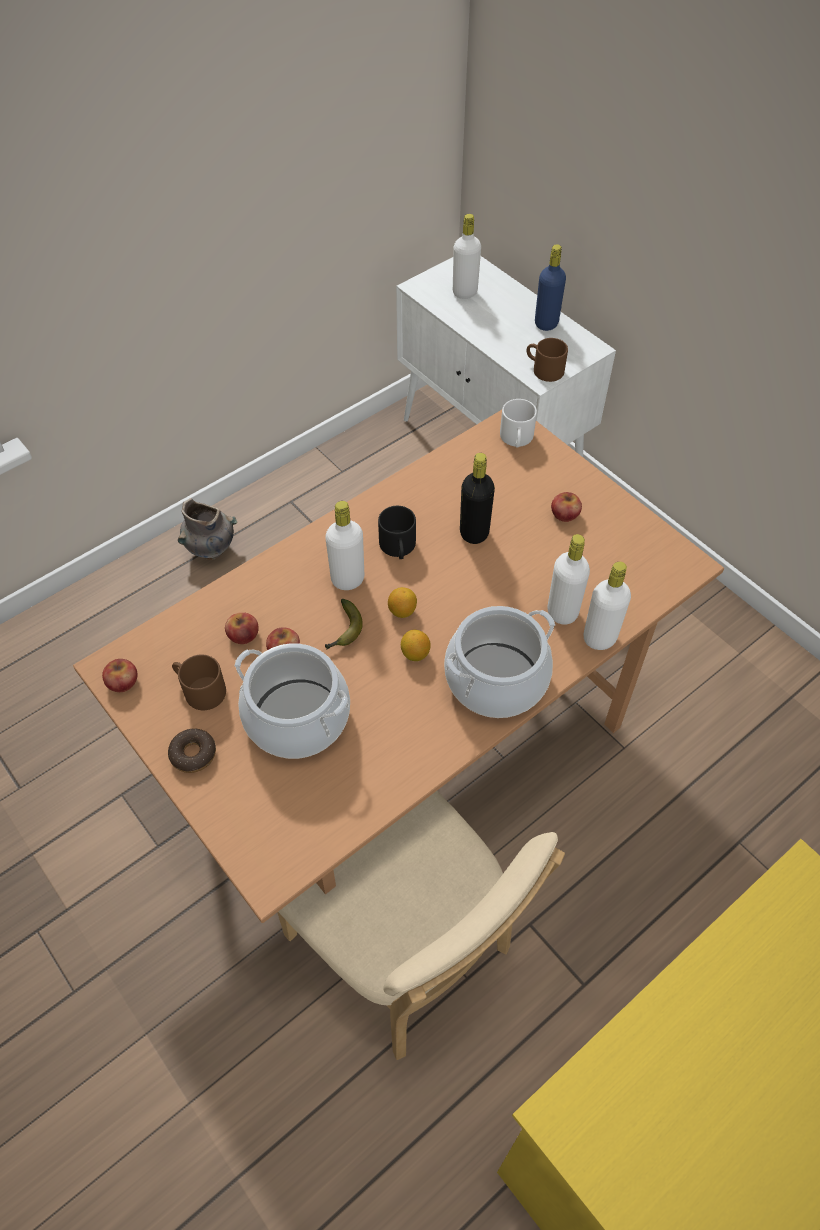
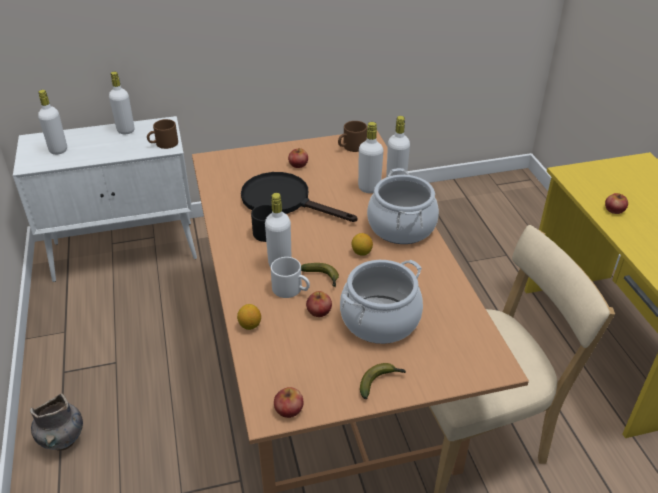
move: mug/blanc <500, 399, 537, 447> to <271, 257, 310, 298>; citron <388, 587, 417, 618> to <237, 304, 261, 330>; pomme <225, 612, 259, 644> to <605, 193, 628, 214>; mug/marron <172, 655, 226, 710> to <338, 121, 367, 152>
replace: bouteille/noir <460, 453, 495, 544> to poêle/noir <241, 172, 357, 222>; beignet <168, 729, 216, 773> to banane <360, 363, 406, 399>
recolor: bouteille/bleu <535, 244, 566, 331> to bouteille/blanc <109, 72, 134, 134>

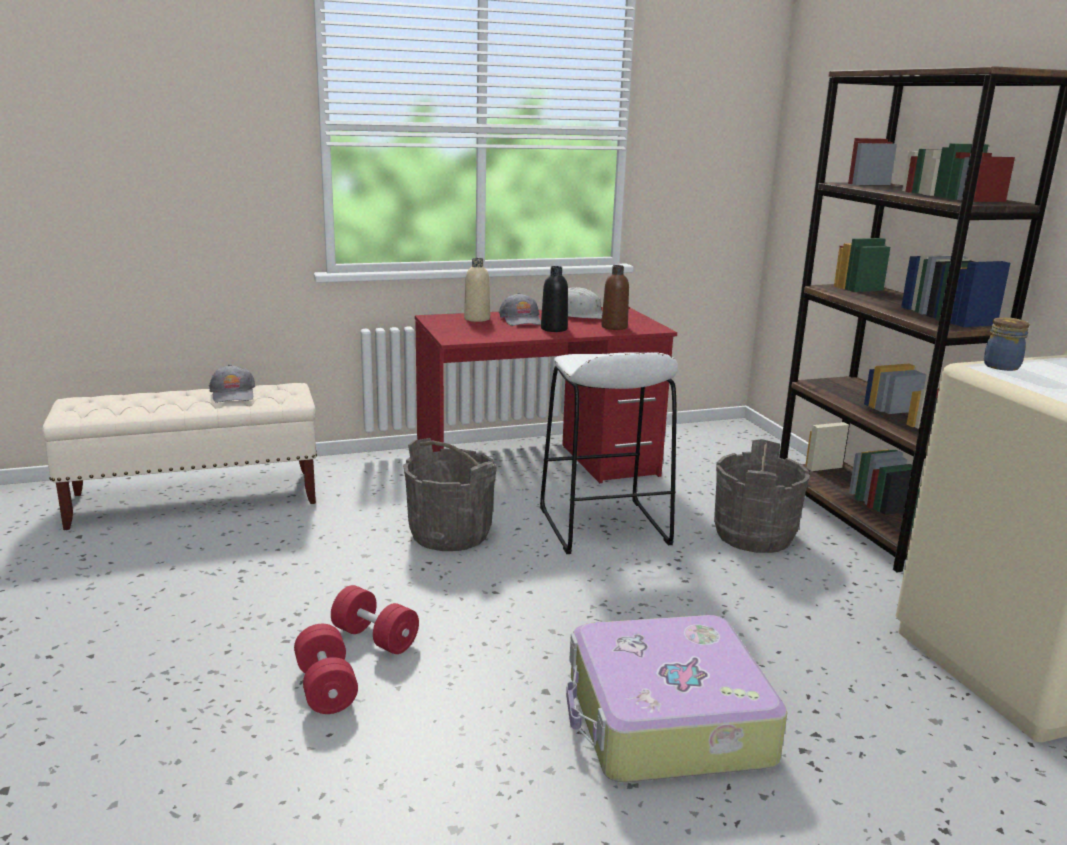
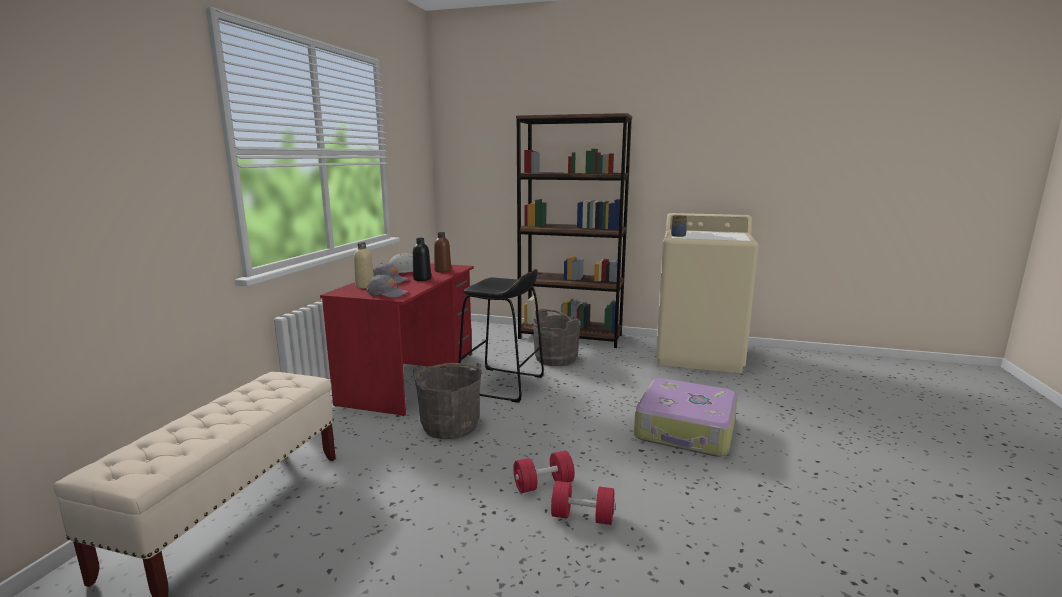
move: casquette/gris <209, 365, 255, 403> to <366, 274, 409, 298>
recolor: tabouret/blanc <540, 352, 678, 554> to tabouret/noir <458, 269, 544, 403>

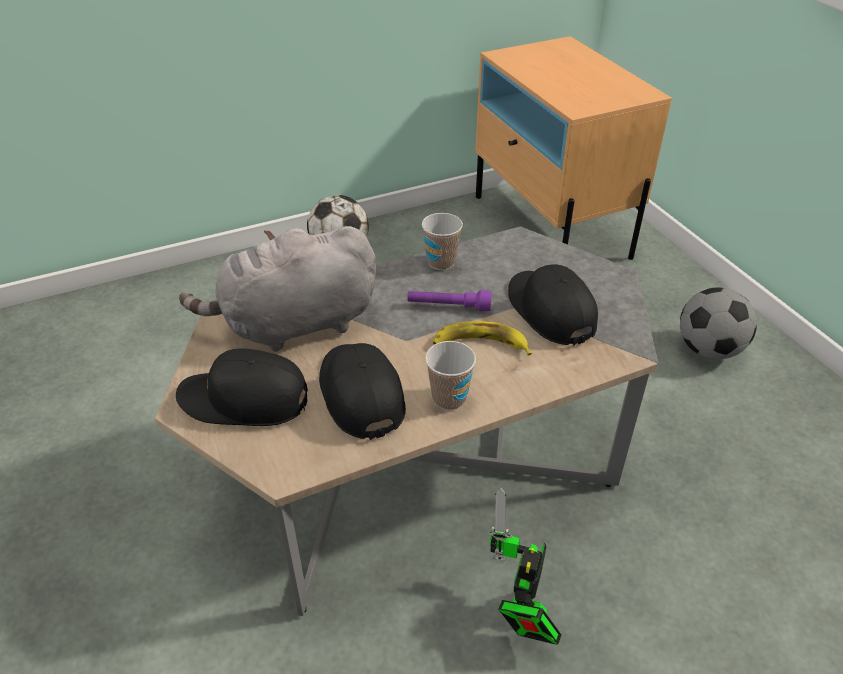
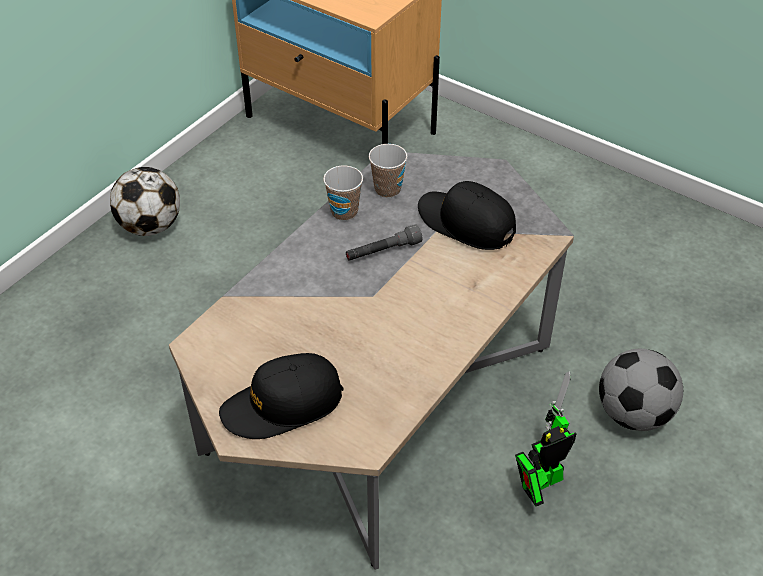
delete: peluche/gris <179, 226, 376, 352>; banane <433, 321, 532, 355>; casquette/noir <319, 343, 406, 440>
move: ballon de foot <680, 287, 757, 359> to <599, 349, 683, 431>; tasse <425, 341, 476, 410> to <369, 144, 407, 198>
recolor: lampe de poche/violet <407, 290, 492, 311> to lampe de poche/gris <346, 225, 422, 261>
rotate: robot jouet <488, 488, 561, 645> = <515, 371, 577, 506> 75 degrees clockwise

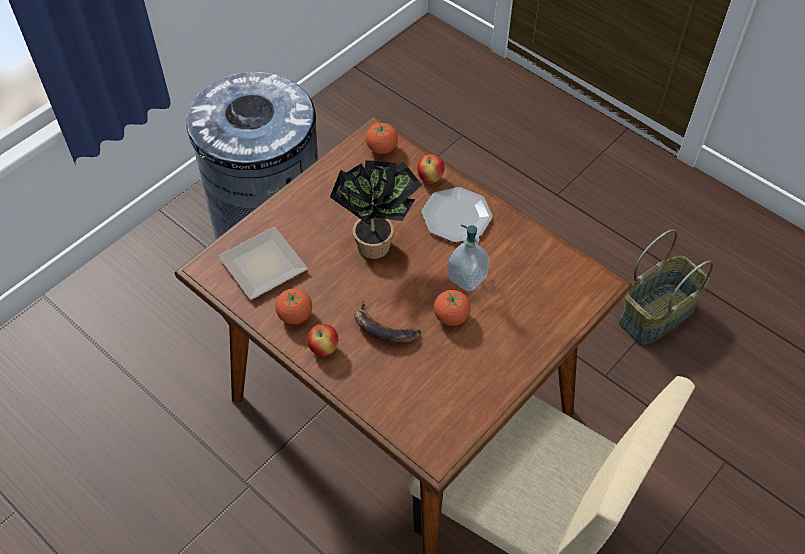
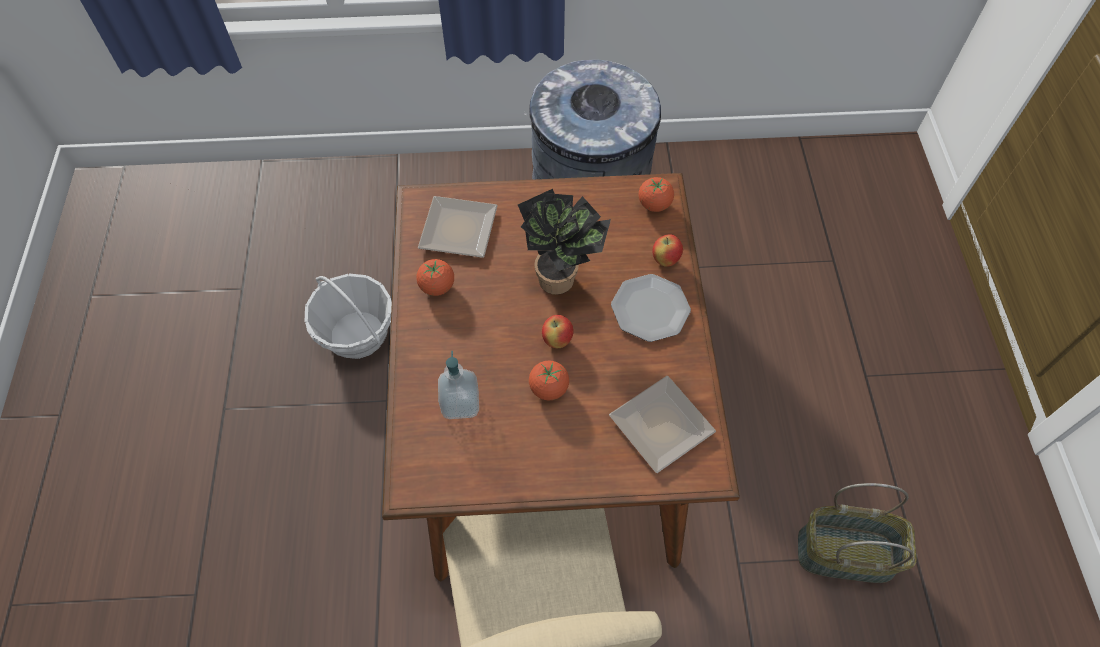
delete: banane <355, 301, 421, 343>
insert: panier <304, 274, 392, 359>; assiette <609, 376, 716, 473>
move: distributeur de savon <447, 224, 490, 292> to <438, 351, 479, 419>; pomme <307, 324, 338, 356> to <542, 315, 574, 348>

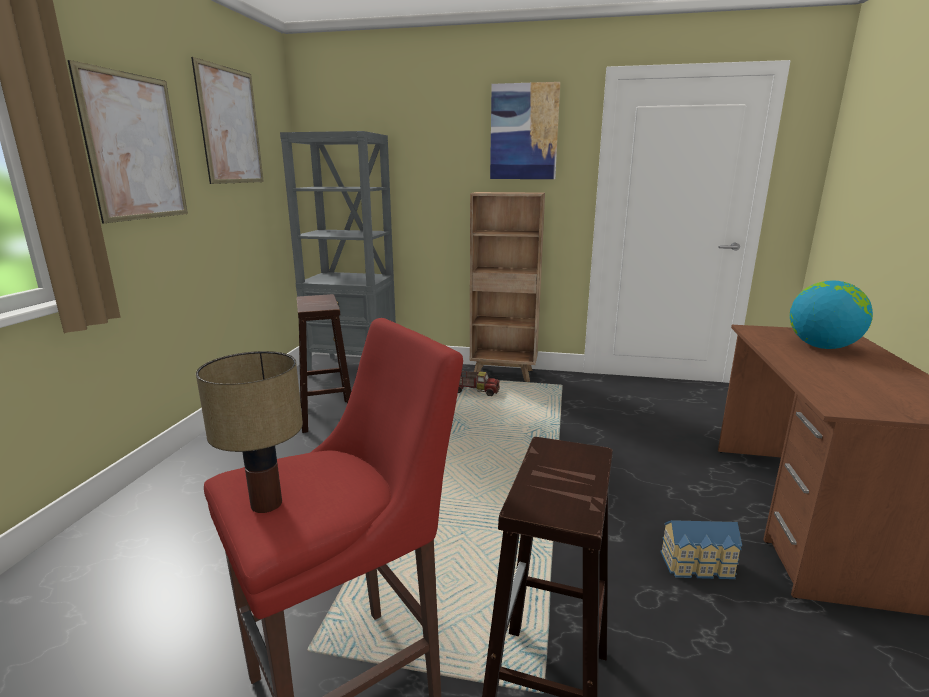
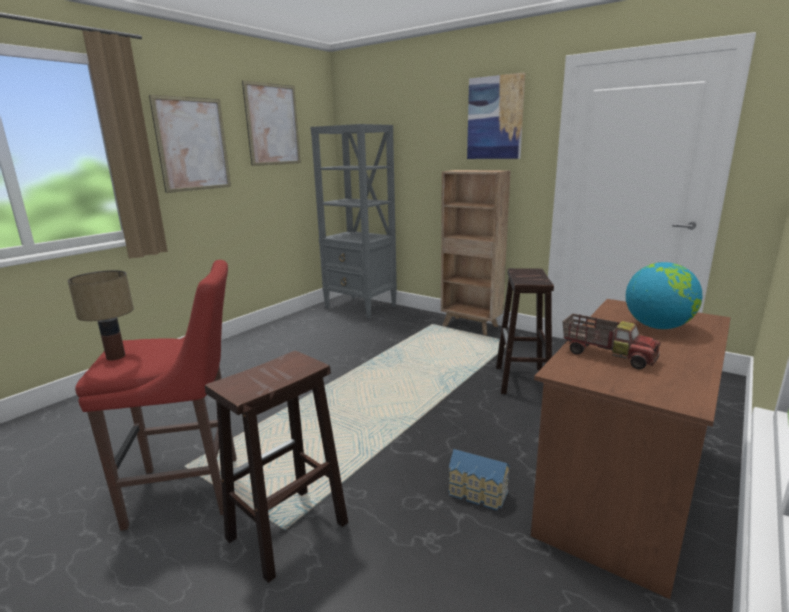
move: tabouret/marron <297, 294, 351, 433> to <496, 268, 554, 394>; camion jouet <458, 371, 500, 396> to <562, 314, 661, 369>

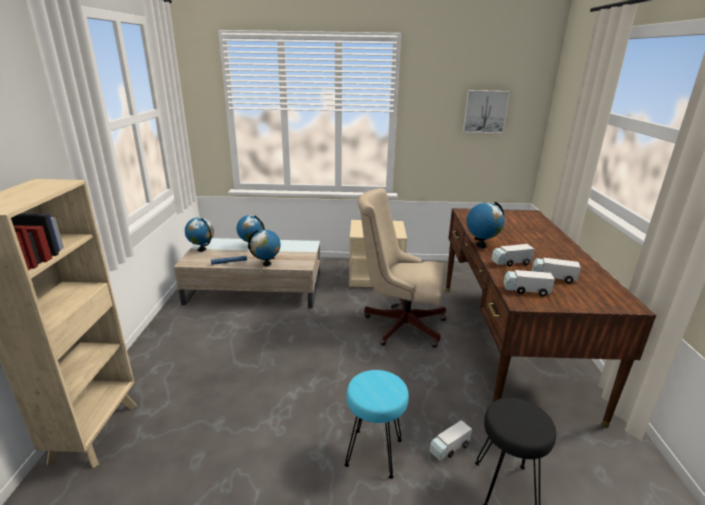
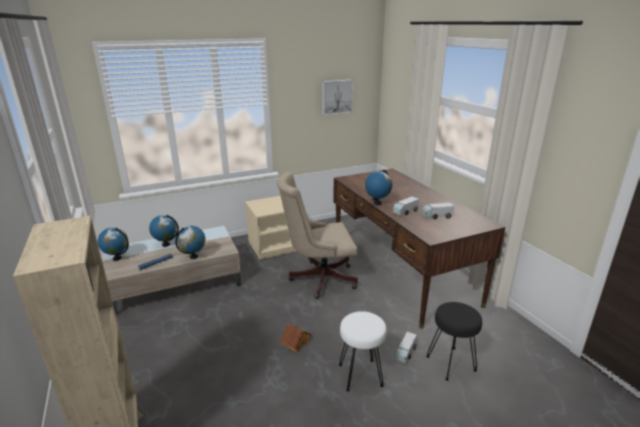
delete: camion jouet <504, 270, 555, 296>
insert: maison miniature <280, 323, 311, 352>
recolor: tabouret/turquoise <344, 370, 409, 479> to tabouret/blanc <339, 311, 387, 392>

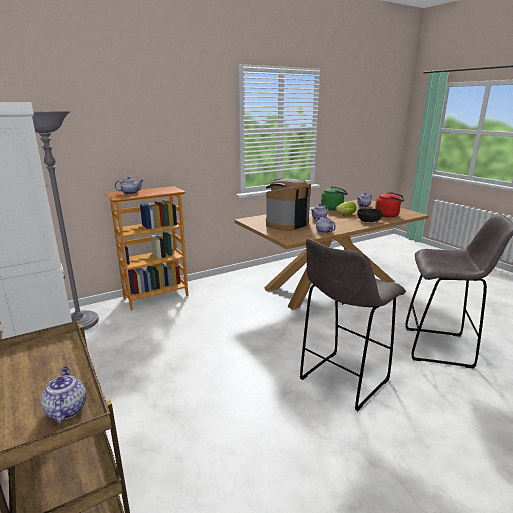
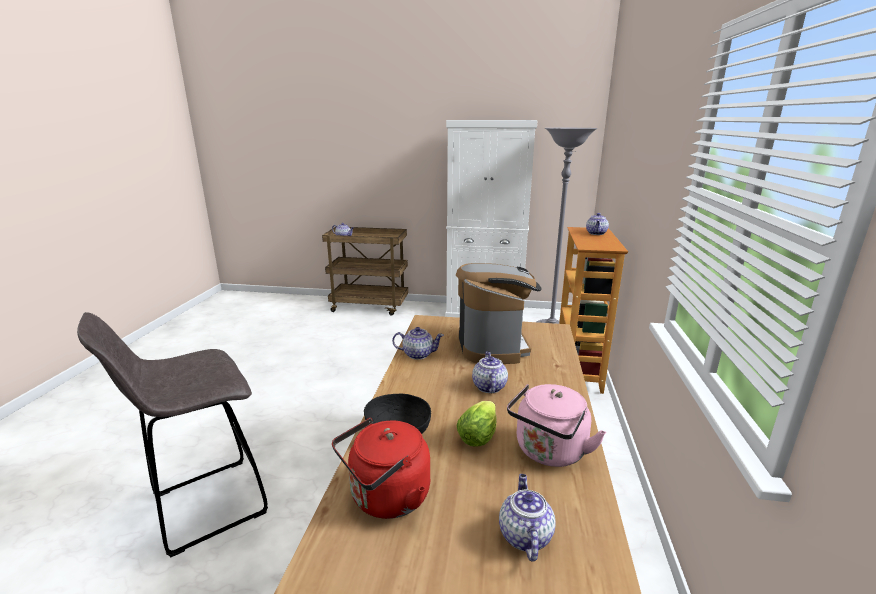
delete: tabouret/gris <300, 239, 406, 411>
recolor: bouilloire/vert <321, 186, 348, 210> to bouilloire/rose <507, 384, 606, 467>

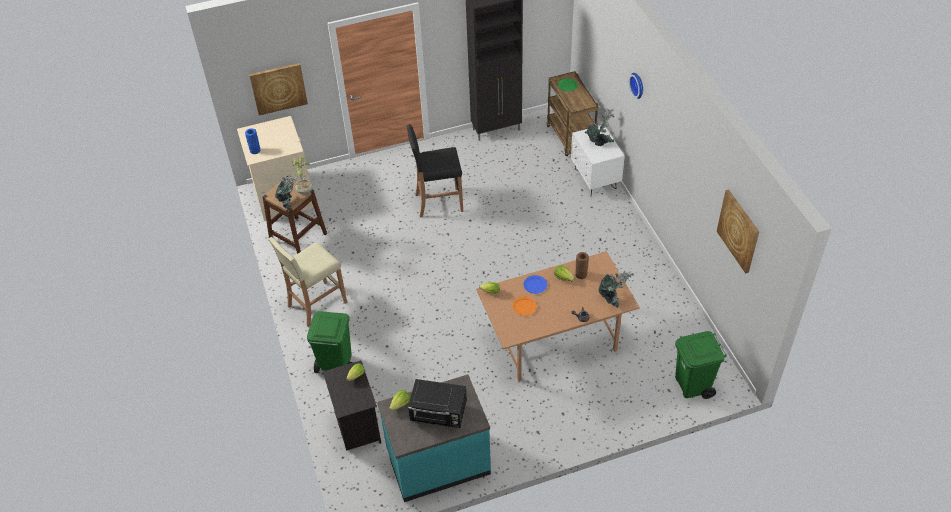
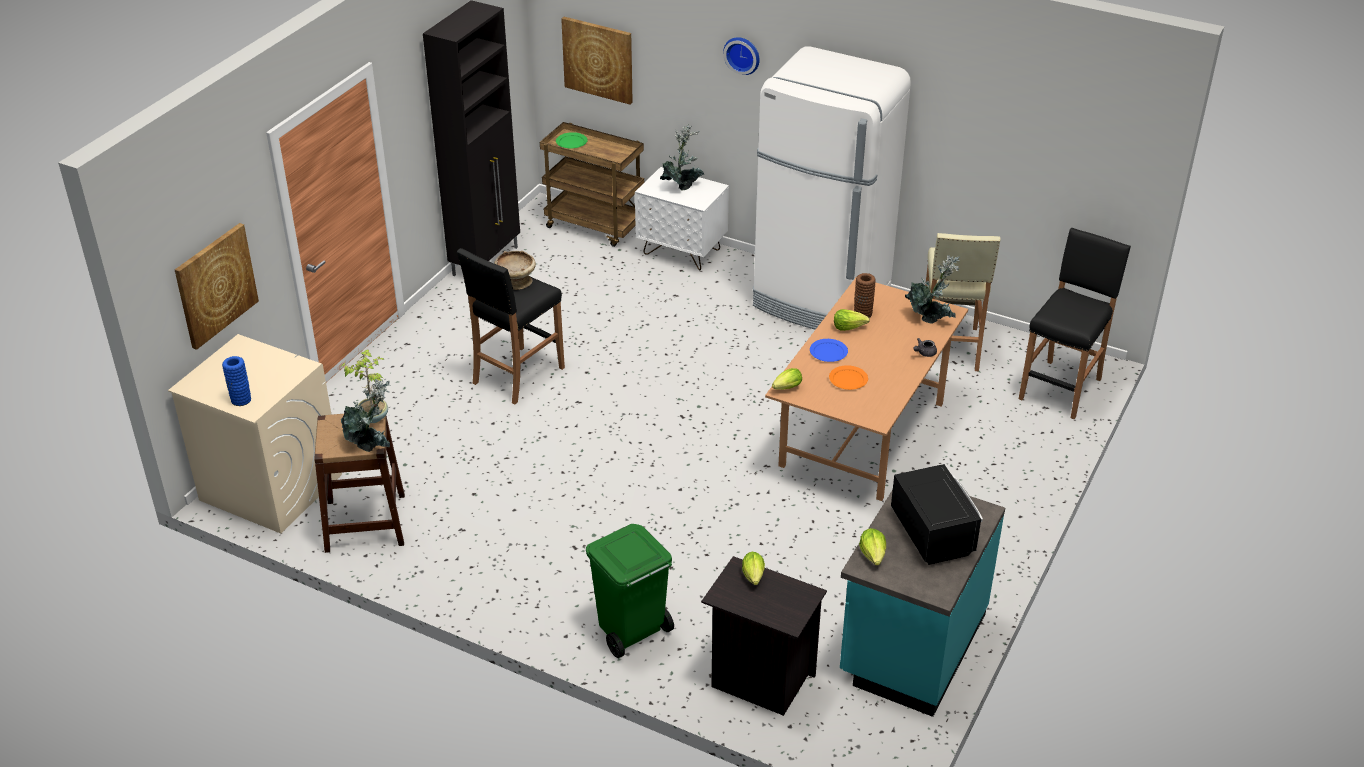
insert: réfrigérateur/blanc <752, 46, 911, 330>; bol/beige <494, 251, 536, 290>
move: tableau <717, 189, 759, 274> to <561, 17, 633, 104>; tabouret/beige <268, 237, 347, 327> to <925, 233, 1000, 371>
replace: poubelle/vert <675, 331, 727, 399> to tabouret/noir <1019, 228, 1131, 419>
rotate: micro-ondes/noir <408, 379, 467, 428> = <891, 464, 983, 565> 75 degrees counterclockwise

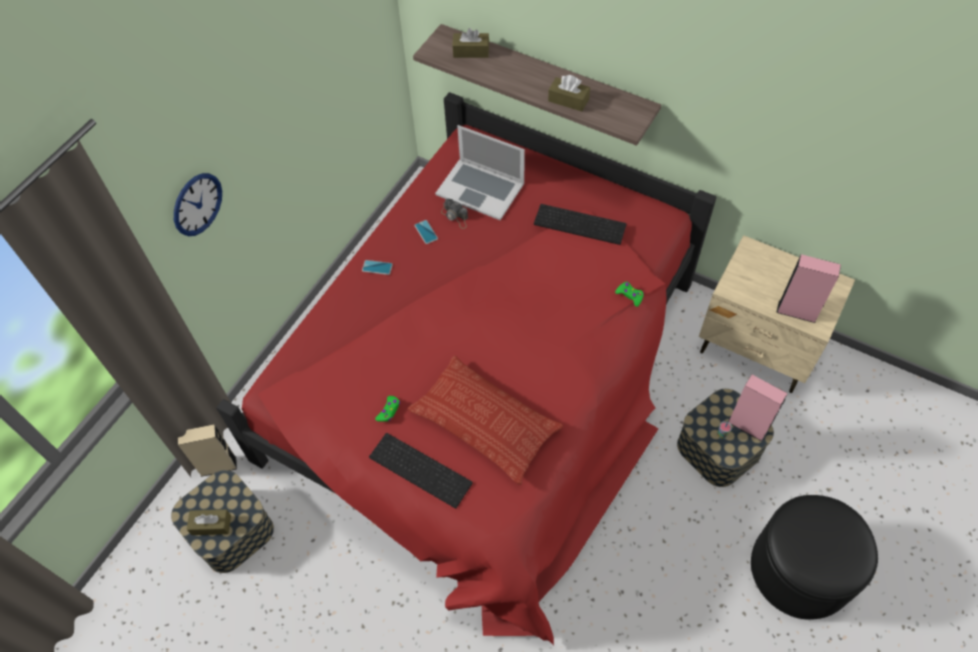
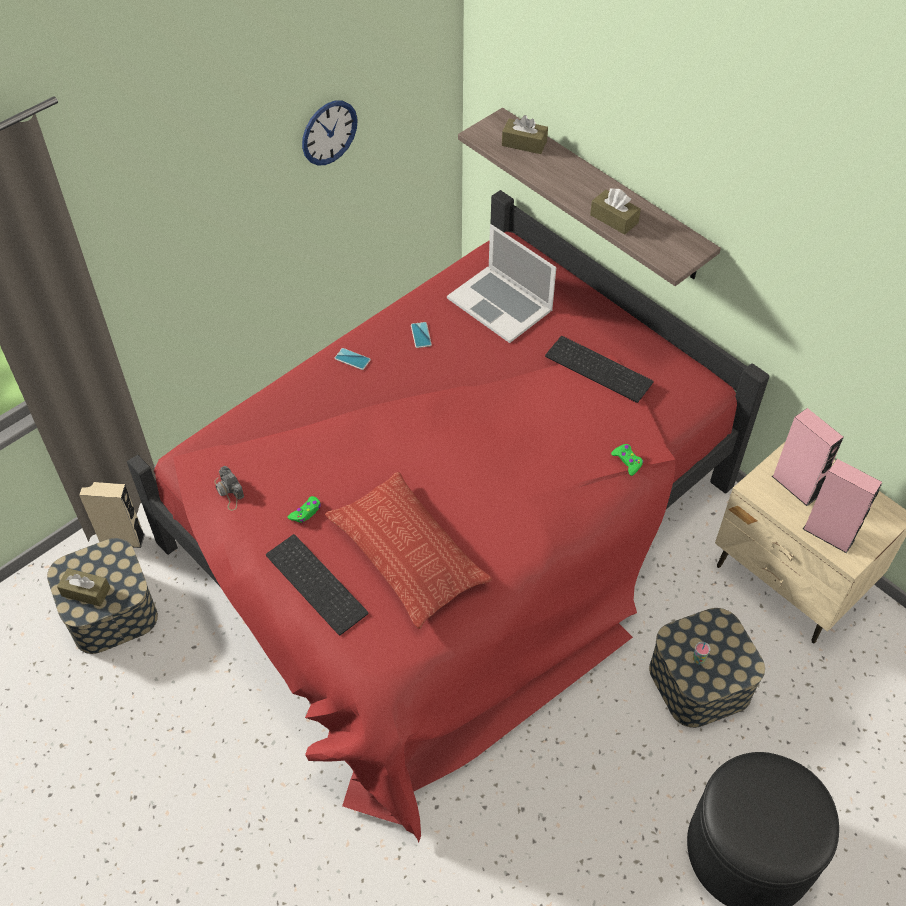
move: horloge murale <174, 173, 222, 236> to <302, 100, 358, 166>; appareil photo <441, 198, 468, 229> to <214, 466, 244, 511>; enceinte/rose <728, 375, 787, 441> to <772, 408, 843, 506>

